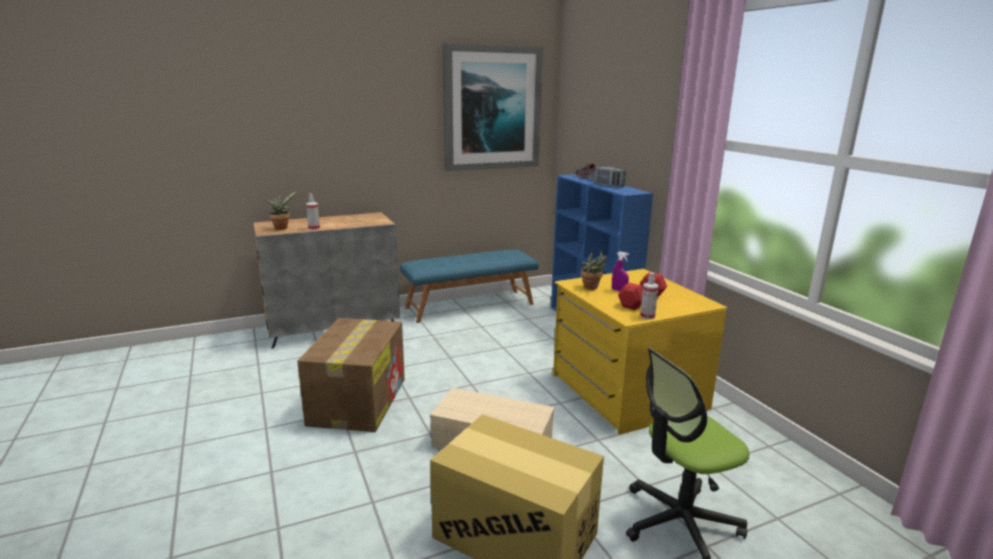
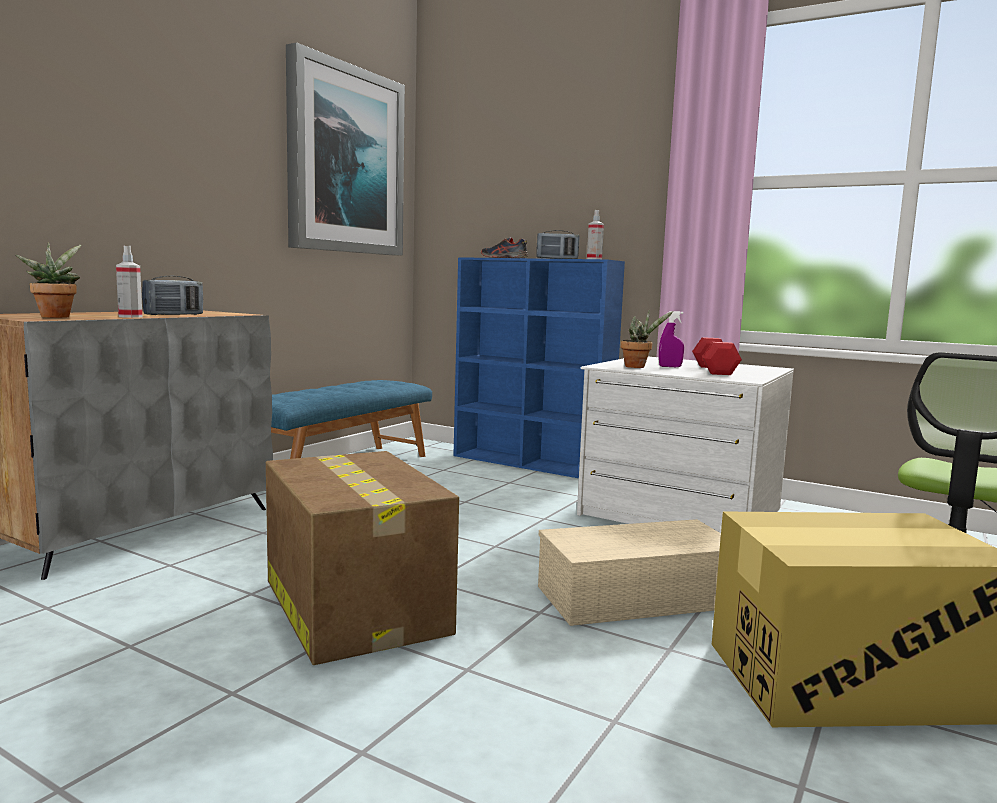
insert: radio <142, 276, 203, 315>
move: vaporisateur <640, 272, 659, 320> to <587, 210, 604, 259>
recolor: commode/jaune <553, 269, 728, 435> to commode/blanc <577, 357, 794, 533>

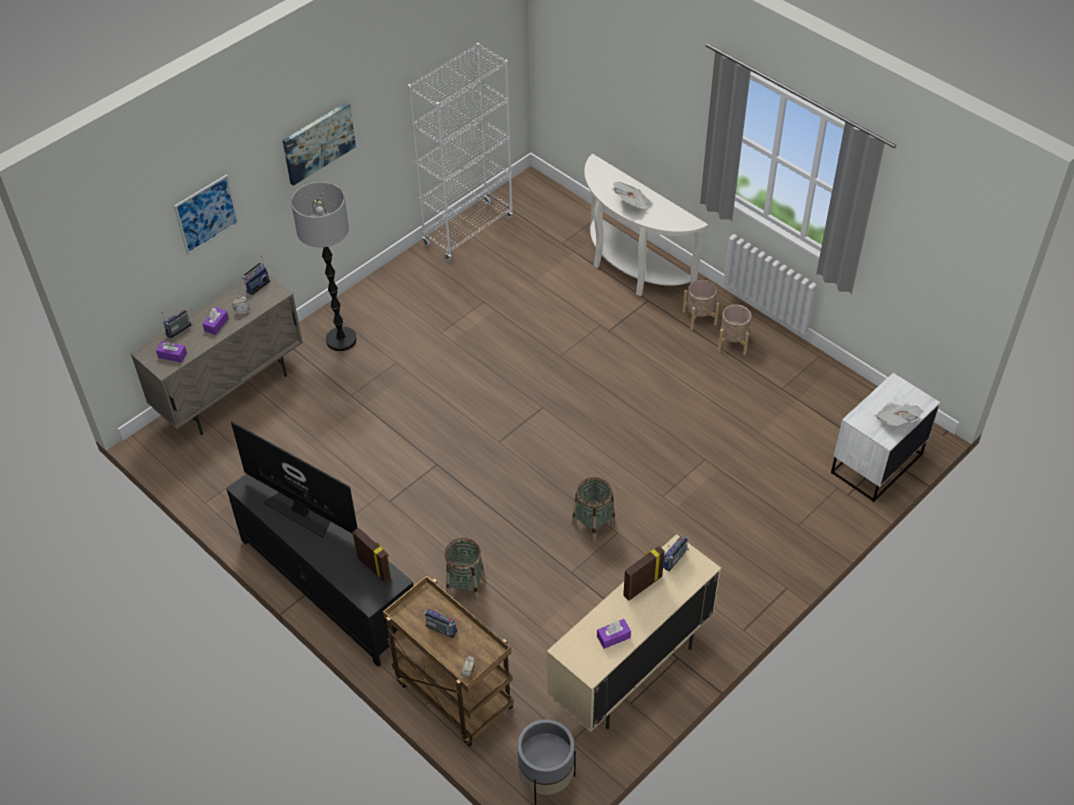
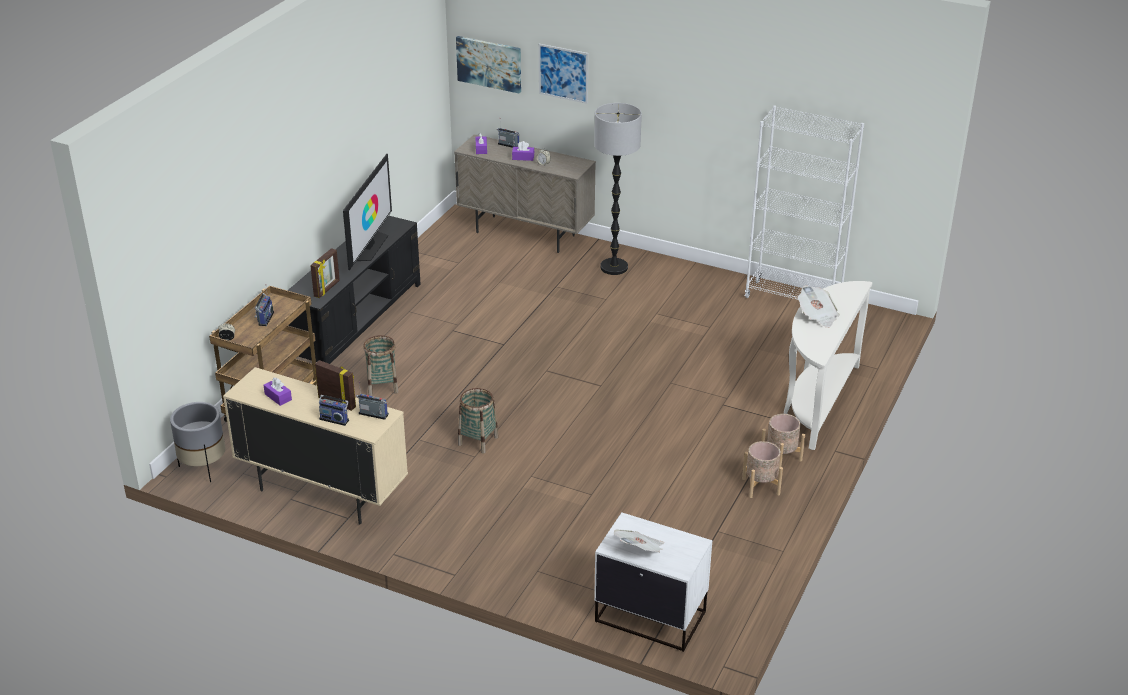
move: tableau <282, 102, 356, 186> to <456, 36, 521, 93>; radio <242, 256, 270, 295> to <319, 392, 349, 426>

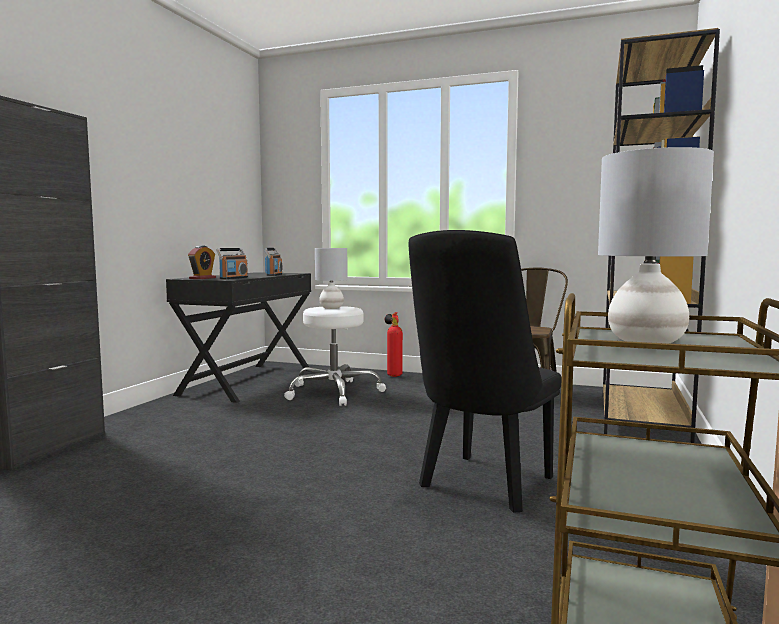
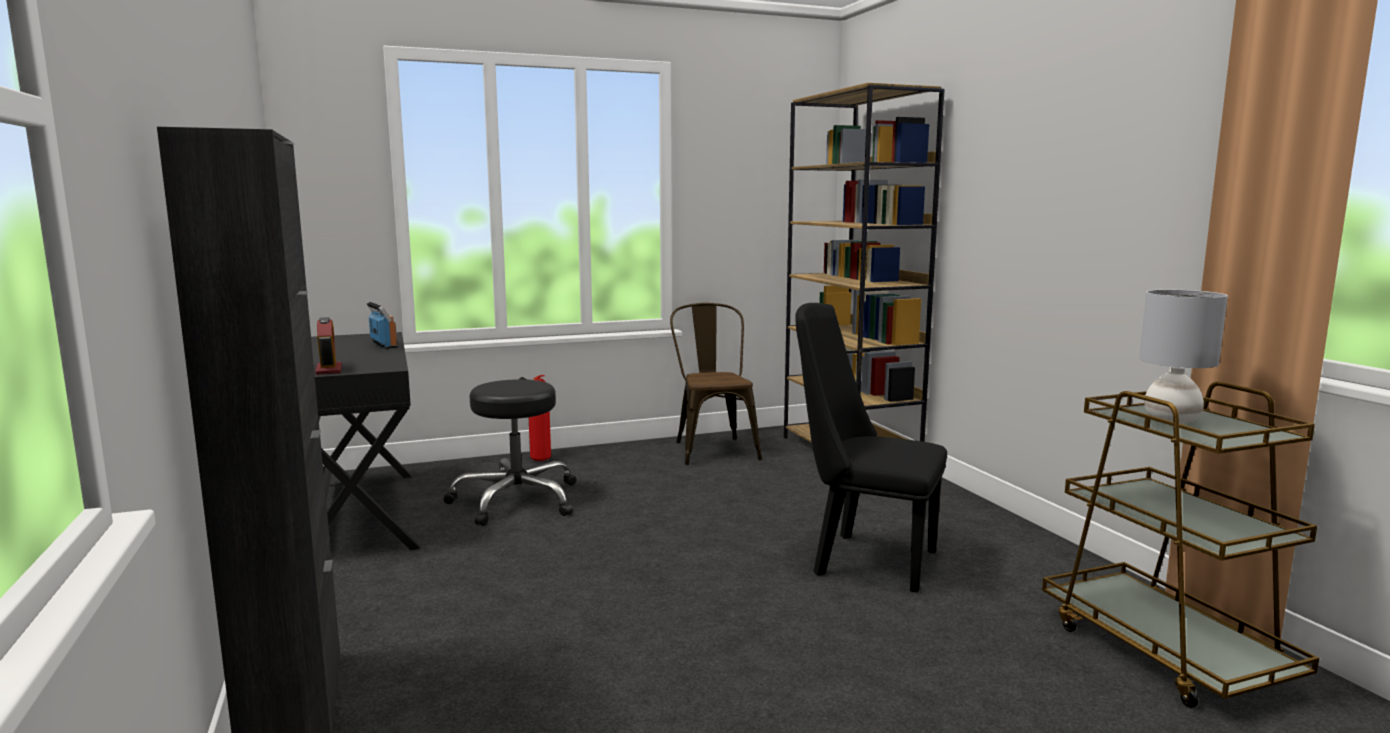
delete: radio <216, 248, 248, 279>; lampe de table/gris <315, 248, 348, 309>
recolor: tabouret/blanc <284, 306, 386, 406> to tabouret/noir <443, 379, 576, 526>
rotate: chaise/noir <409, 230, 562, 512> = <795, 303, 947, 593> 120 degrees clockwise

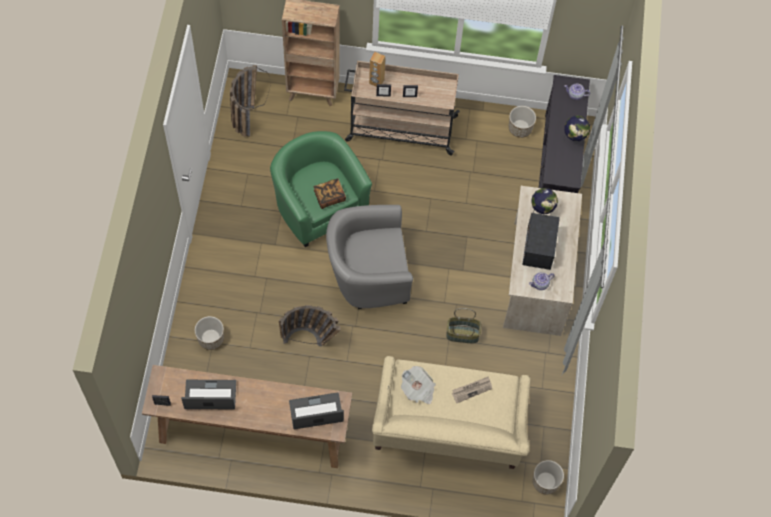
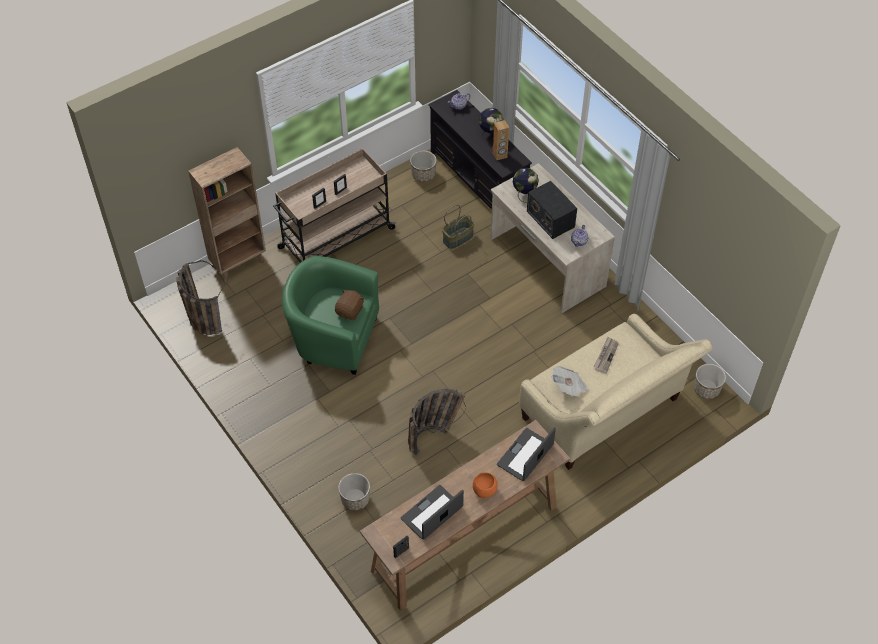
delete: fauteuil/gris <326, 205, 413, 309>
insert: bol/orange <473, 473, 498, 498>
move: enceinte/marron <369, 52, 385, 87> to <493, 120, 509, 160>; panier <446, 308, 482, 343> to <442, 205, 474, 249>
replace: livre <314, 179, 346, 209> to peluche/marron <335, 289, 364, 320>

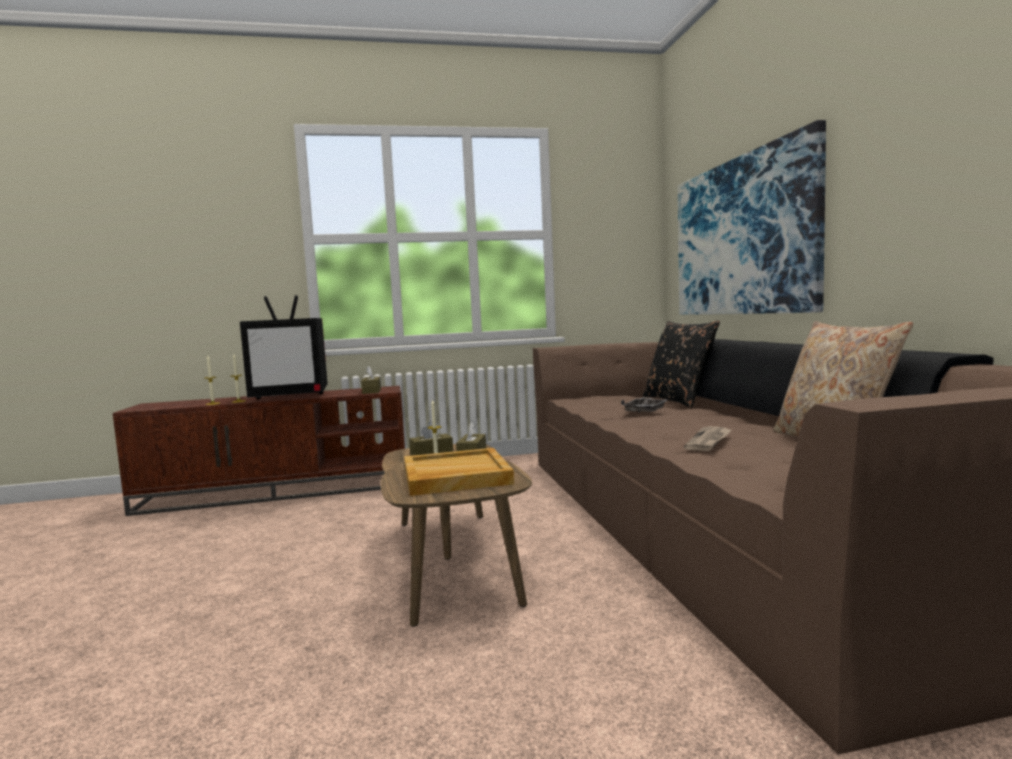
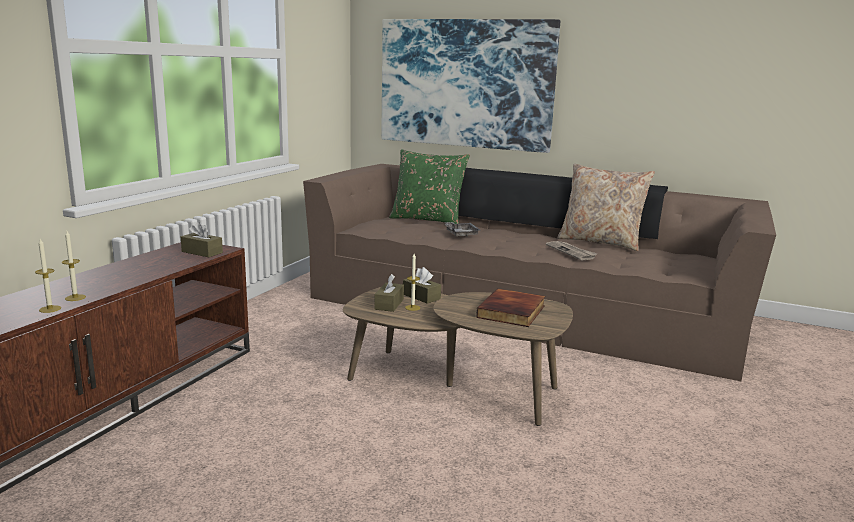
delete: téléviseur <240, 295, 328, 399>
replace: plateau/beige <404, 448, 514, 496> to livre <476, 288, 545, 327>
recolor: coussin/noir <643, 320, 720, 408> to coussin/vert <389, 149, 470, 224>

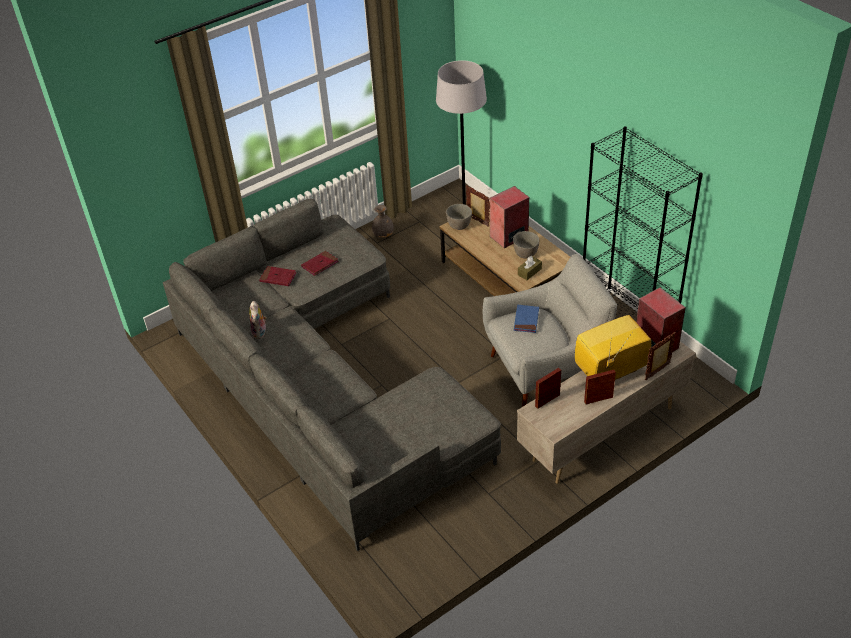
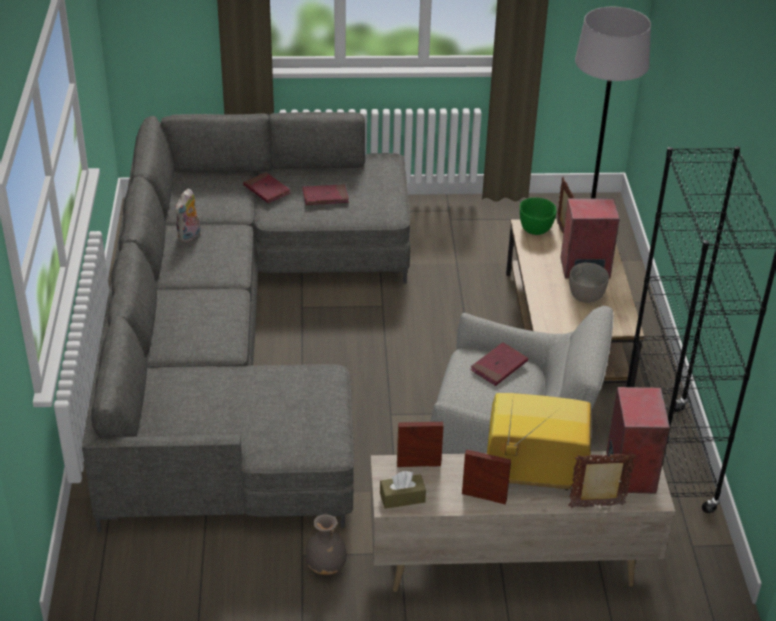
move: vase/gris <372, 205, 394, 238> to <306, 515, 347, 575>; boîte à mouchoirs/marron <518, 256, 542, 280> to <380, 471, 426, 509>
recolor: bol/gris <446, 204, 472, 230> to bol/vert <520, 197, 556, 235>; livre/bleu <514, 305, 539, 333> to livre/rouge <470, 342, 528, 386>

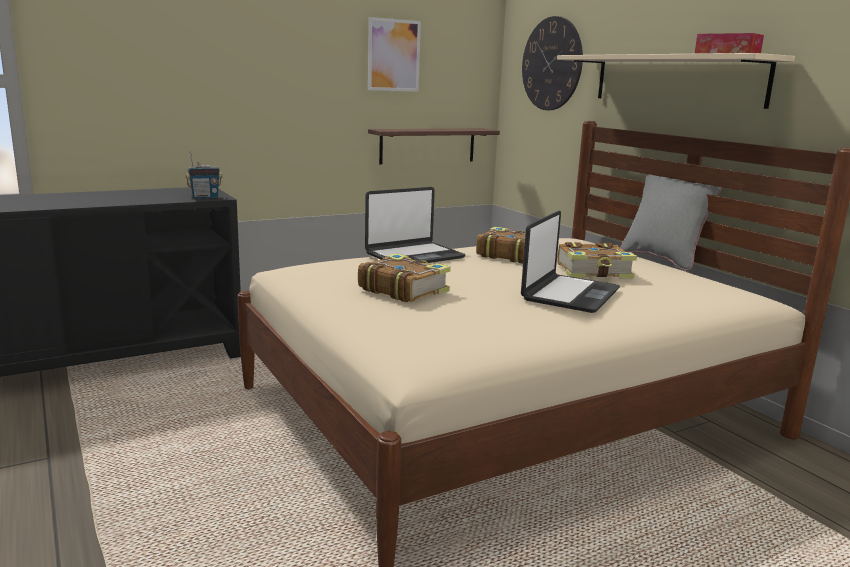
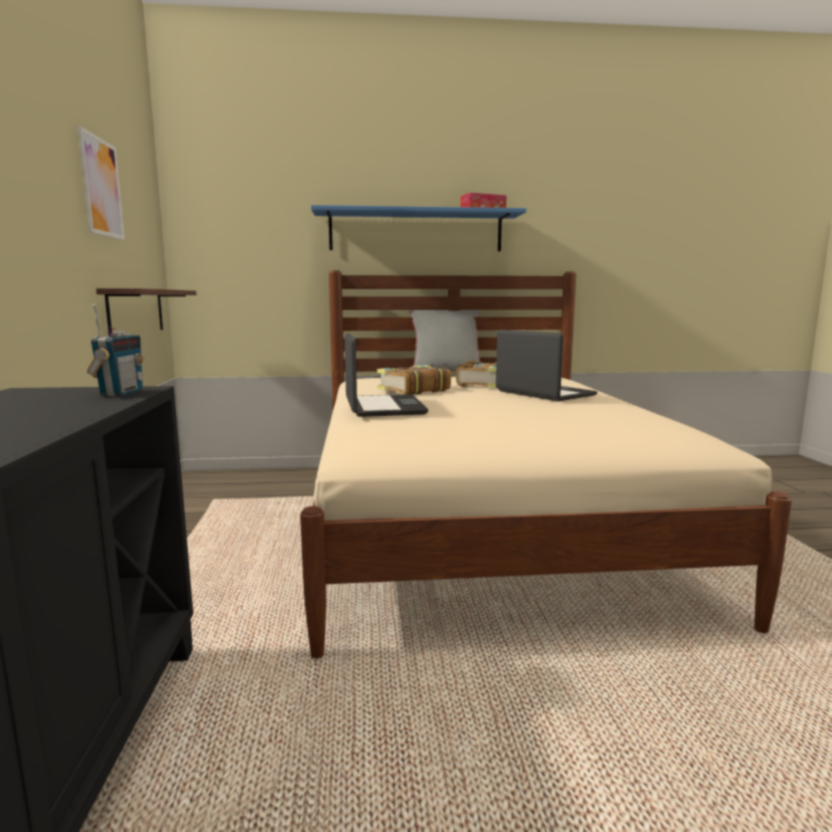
delete: horloge murale <522, 16, 583, 110>; livre <358, 253, 451, 302>
recolor: étagère/beige <557, 53, 795, 109> to étagère/bleu <311, 205, 526, 251>

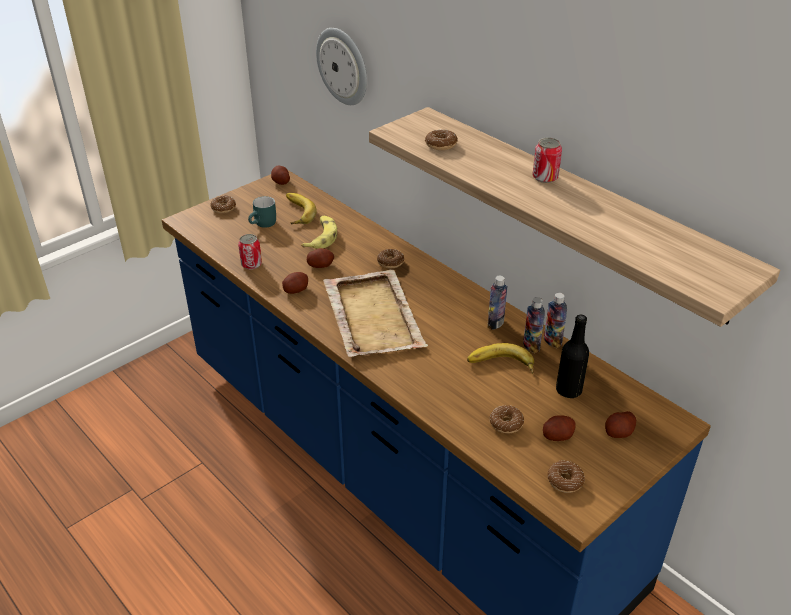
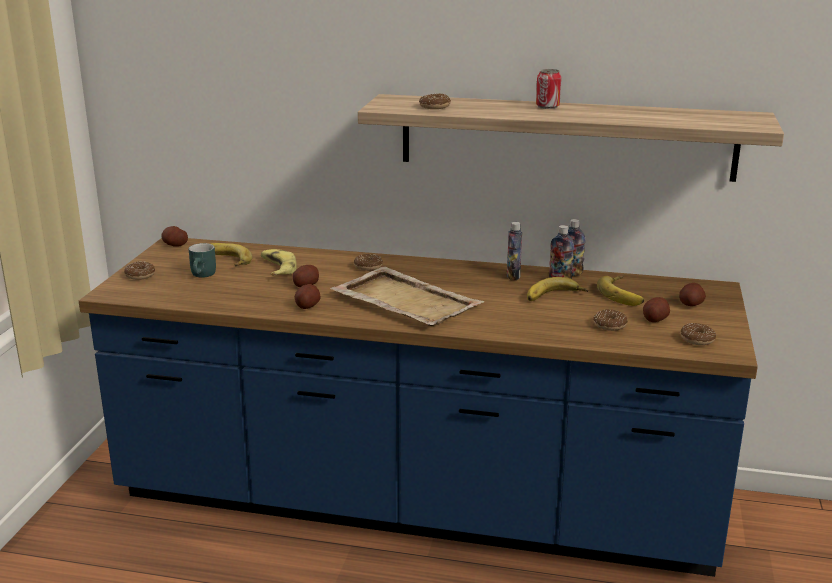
delete: horloge murale <316, 28, 367, 105>; boîte métallique <238, 234, 262, 270>
replace: bouteille/noir <556, 315, 589, 398> to banane <597, 276, 644, 306>

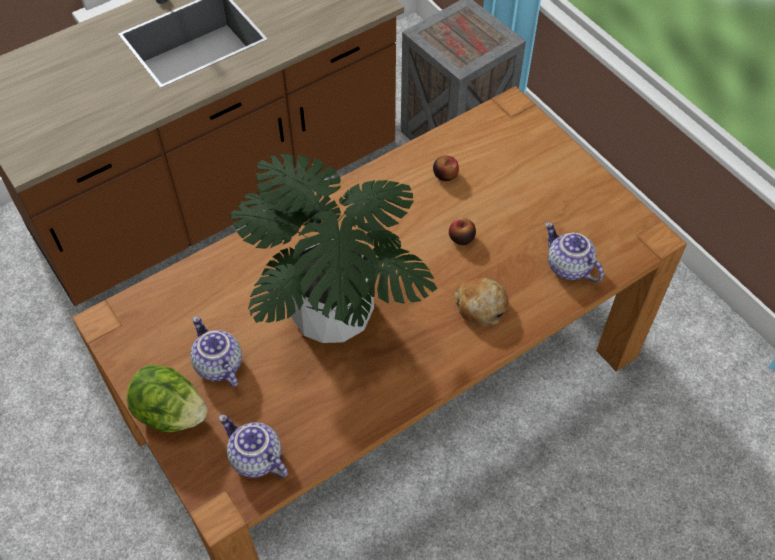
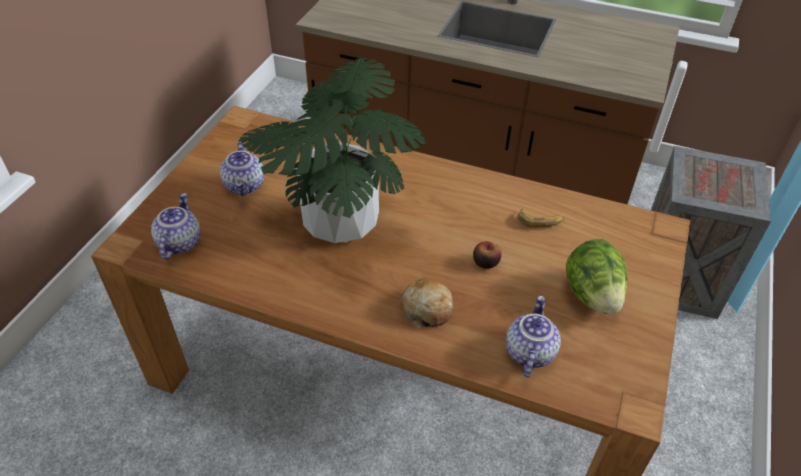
move: laitue <126, 364, 207, 432> to <566, 239, 628, 314>
replace: pomme <433, 156, 459, 181> to banane <518, 209, 565, 228>
rotate: théière <191, 316, 242, 387> = <220, 142, 264, 196> 150 degrees clockwise

